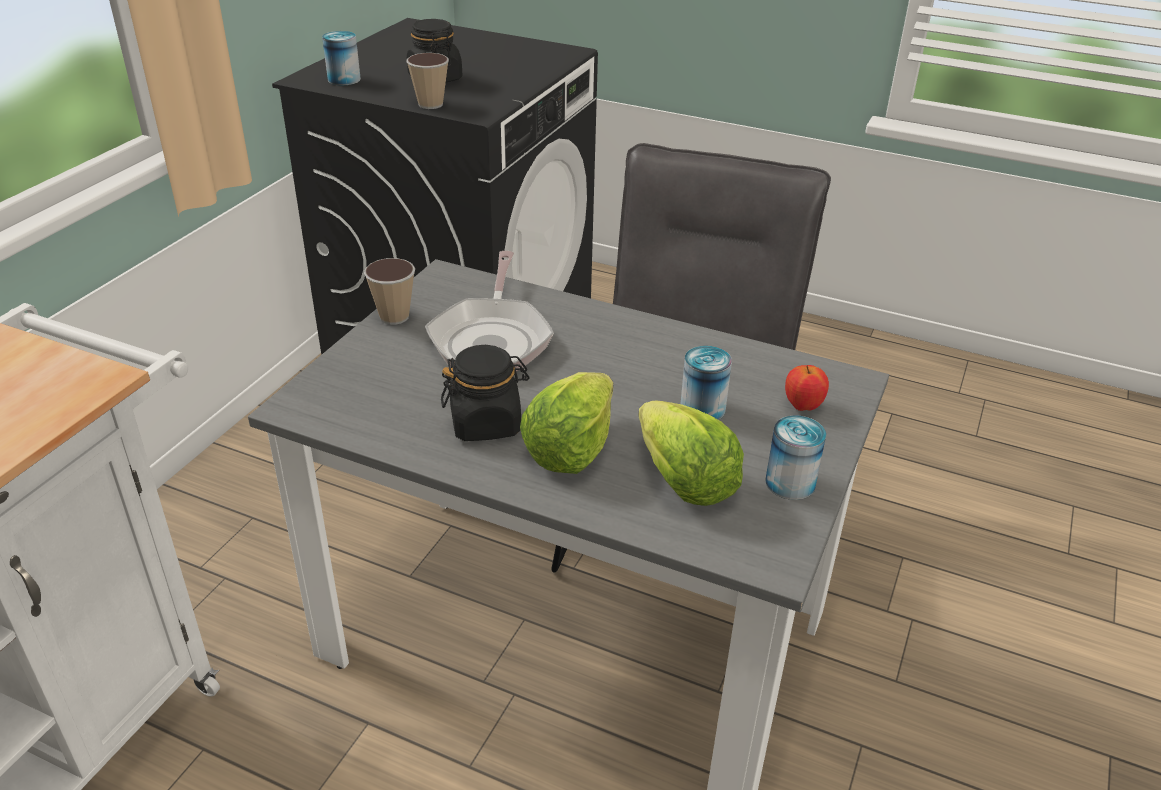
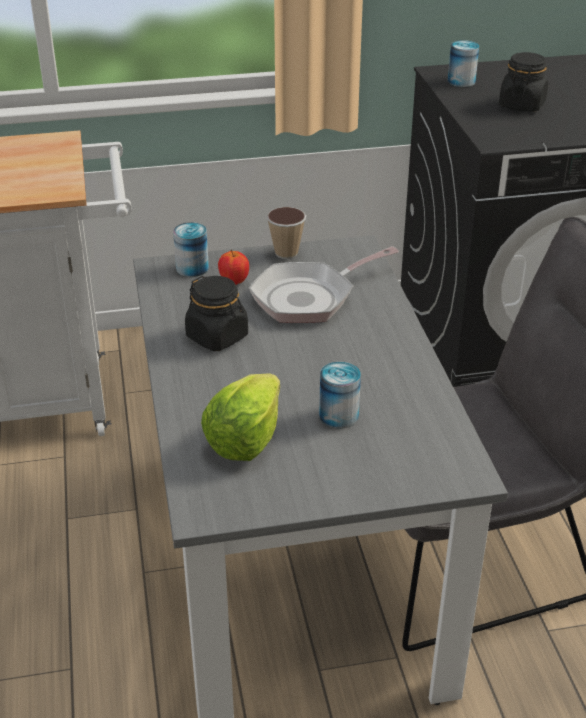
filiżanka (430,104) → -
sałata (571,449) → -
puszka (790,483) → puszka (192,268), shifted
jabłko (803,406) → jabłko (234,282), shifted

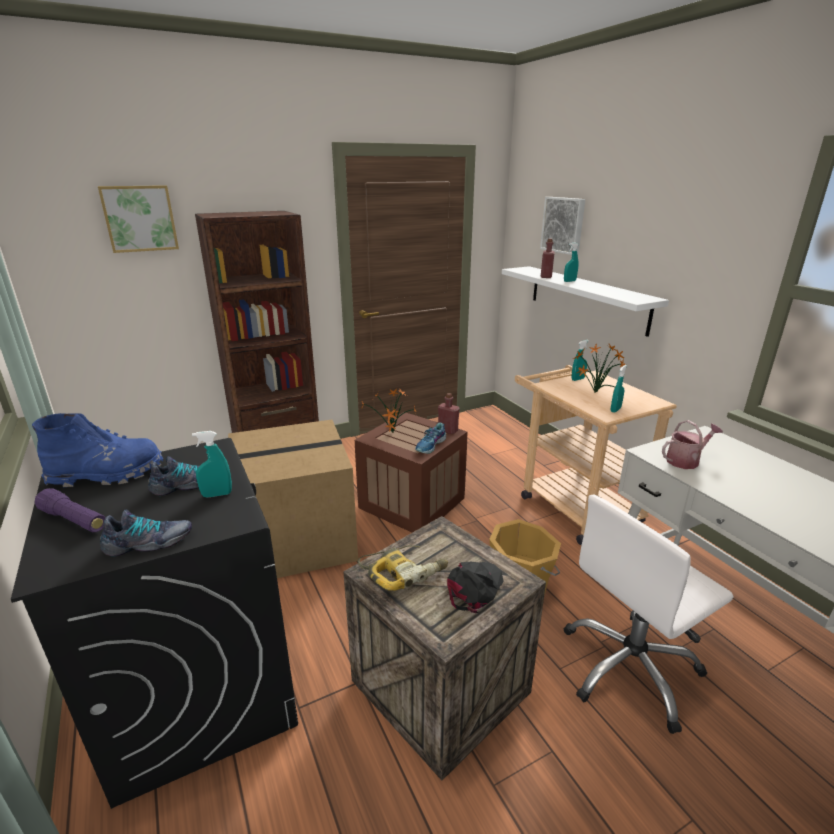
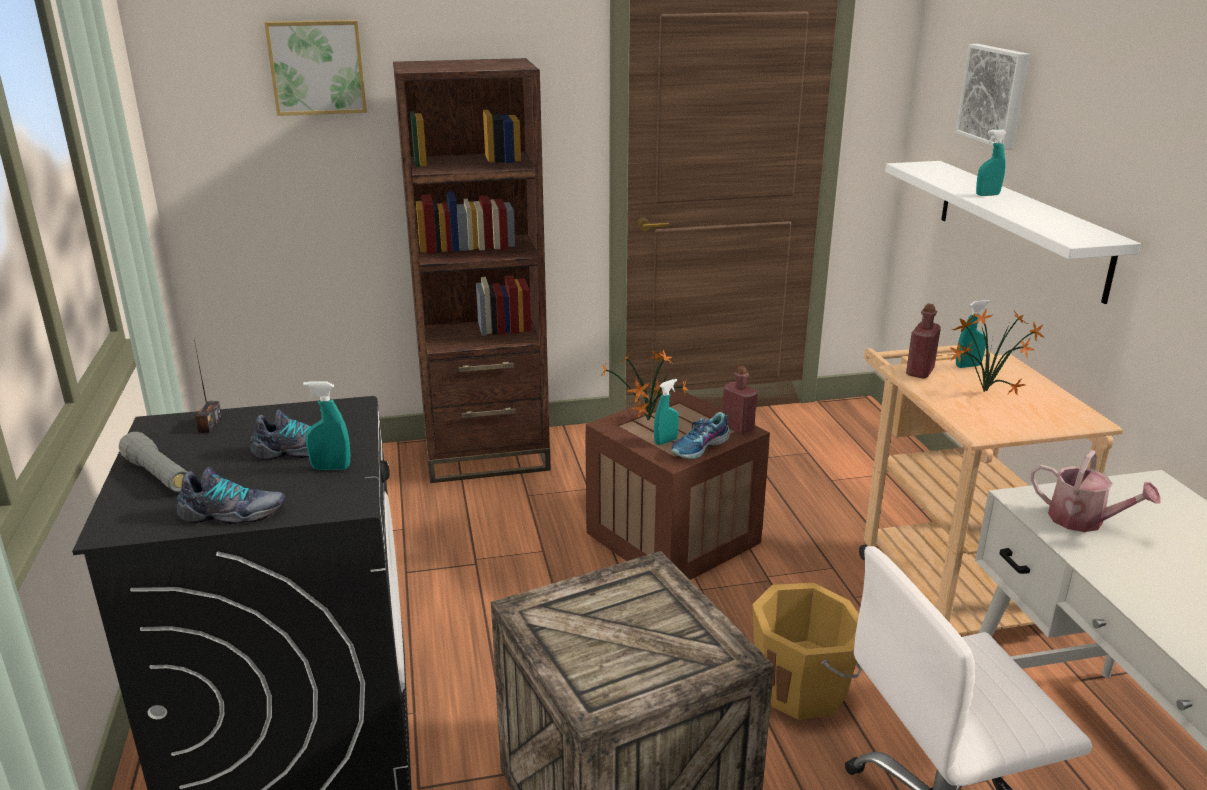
karton (295,540) → -
wiertarka (404,571) → -
czapka z daszkiem/czarny (474,588) → -
butelka/czerwony (546,276) → butelka/czerwony (919,372), shifted
spryskiwacz/turkusowy (615,410) → spryskiwacz/turkusowy (666,441), shifted
but z cholewką/niebieski (107,474) → radio (210,425)
latarka/fioletowy (74,520) → latarka/szary (158,475)
konewka (686,460) → konewka (1084,521), 45 degrees clockwise

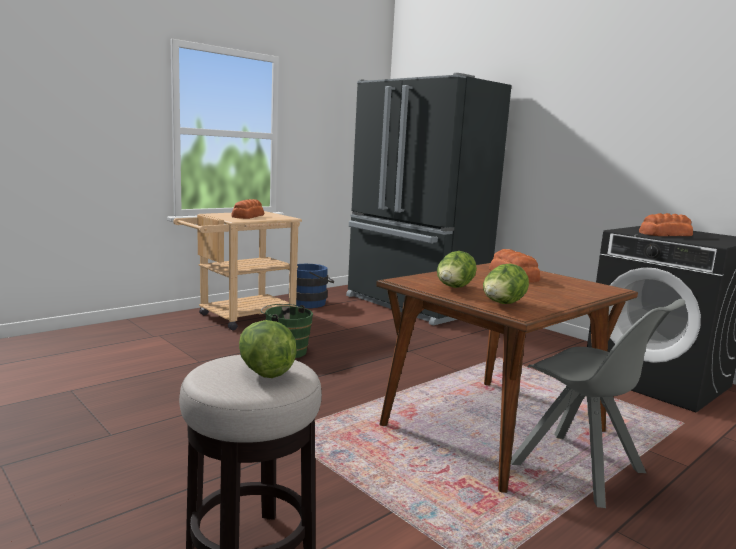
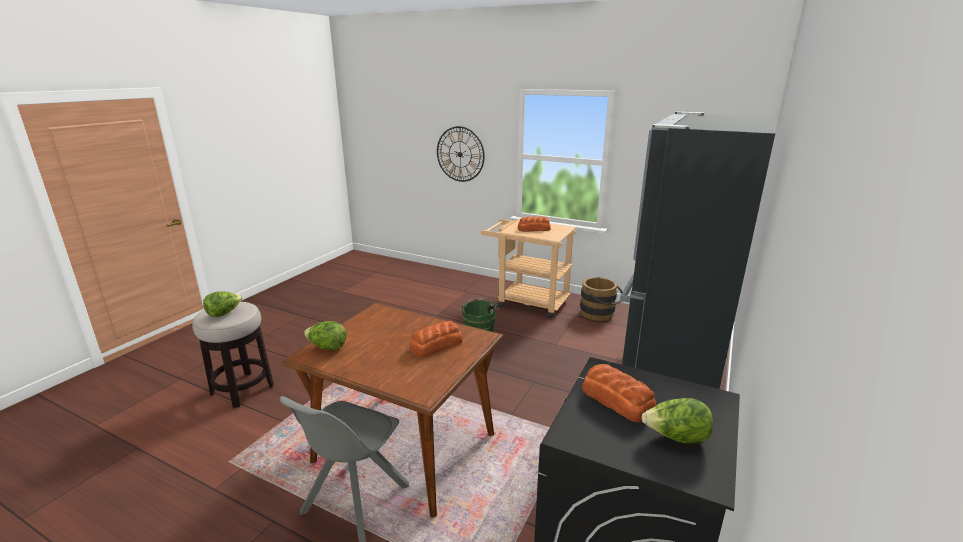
- → zegar ścienny (460,154)
sałata (454,288) → sałata (675,438), shifted
wiadro/niebieski (311,303) → wiadro/brązowy (599,314)

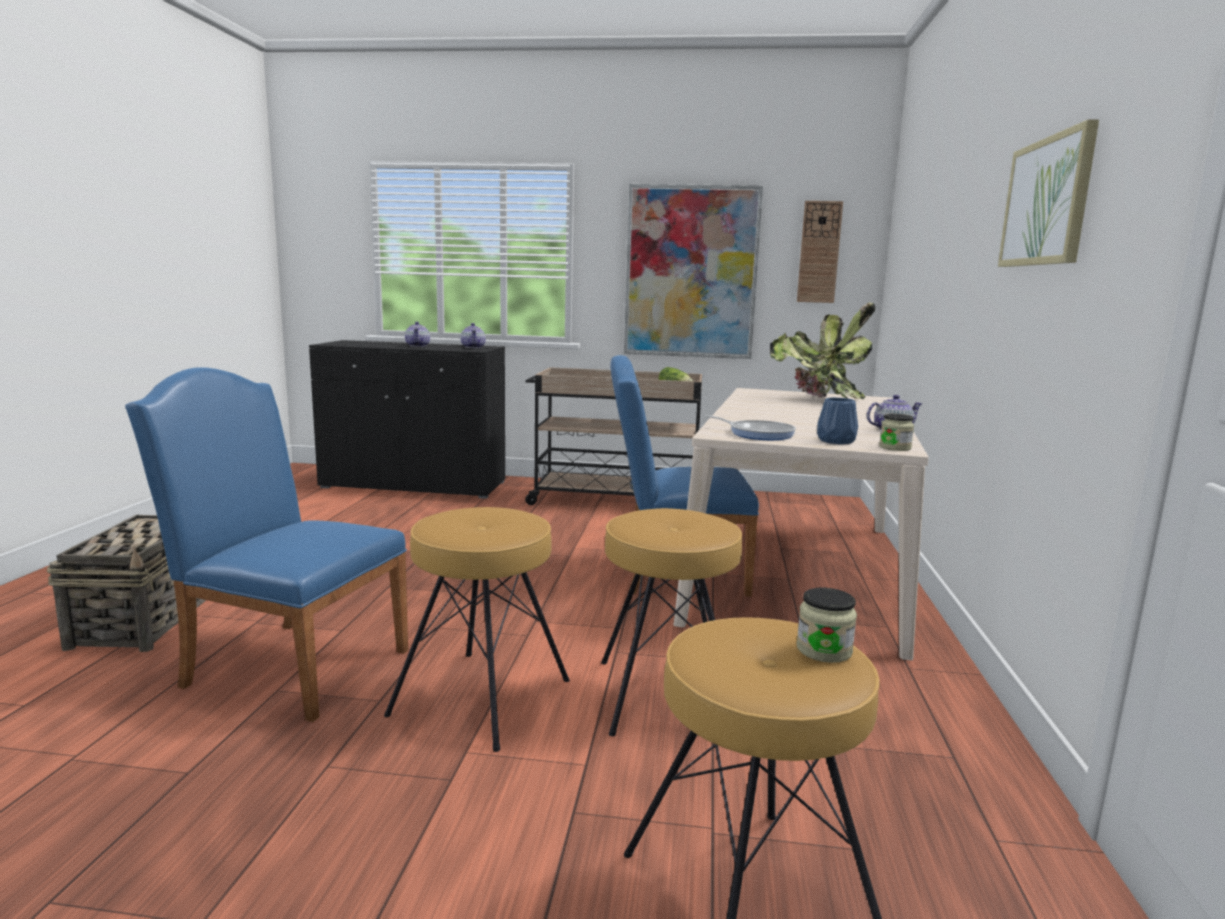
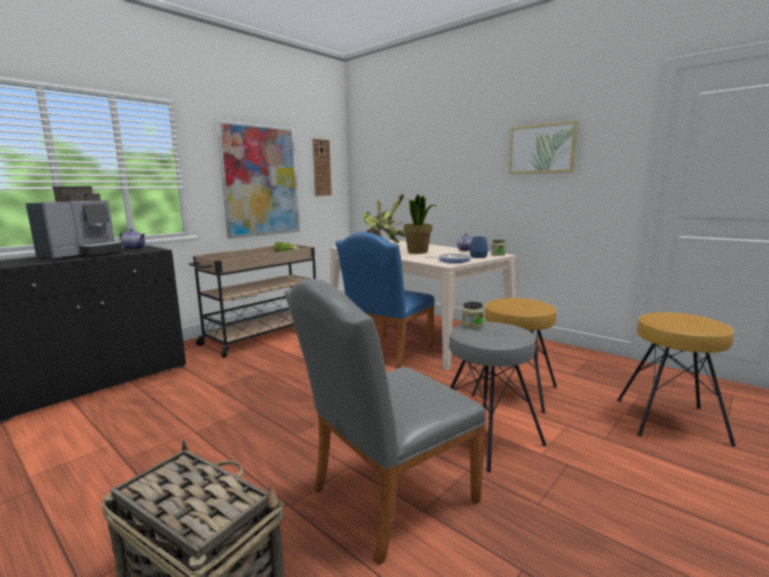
- → roślina doniczkowa (418,252)
słoik (824,650) → słoik (472,325), shifted
imbryk (418,346) → ekspres do kawy (83,255)
krzesło/niebieski (287,664) → krzesło/szary (385,499)
stołek/brązowy (482,697) → stołek/szary (486,436)

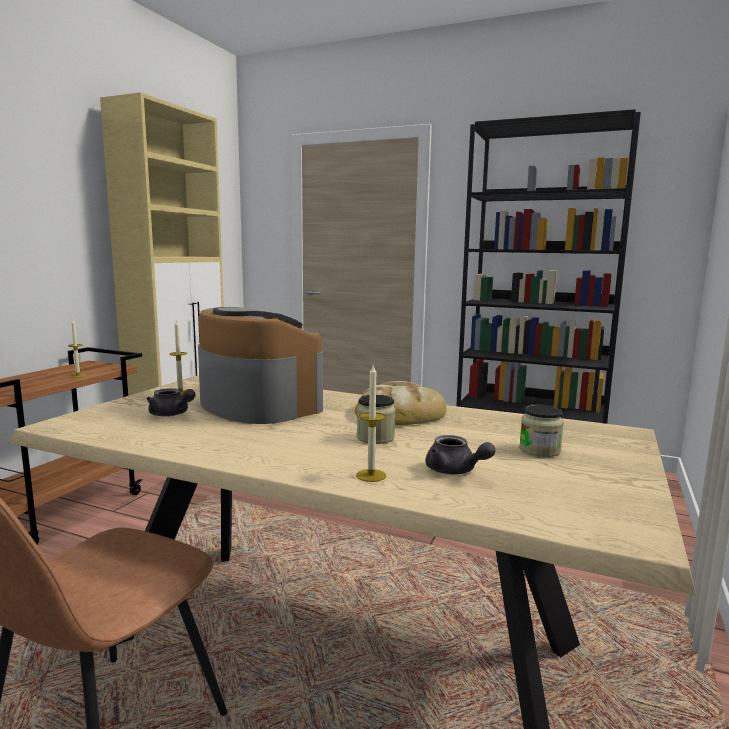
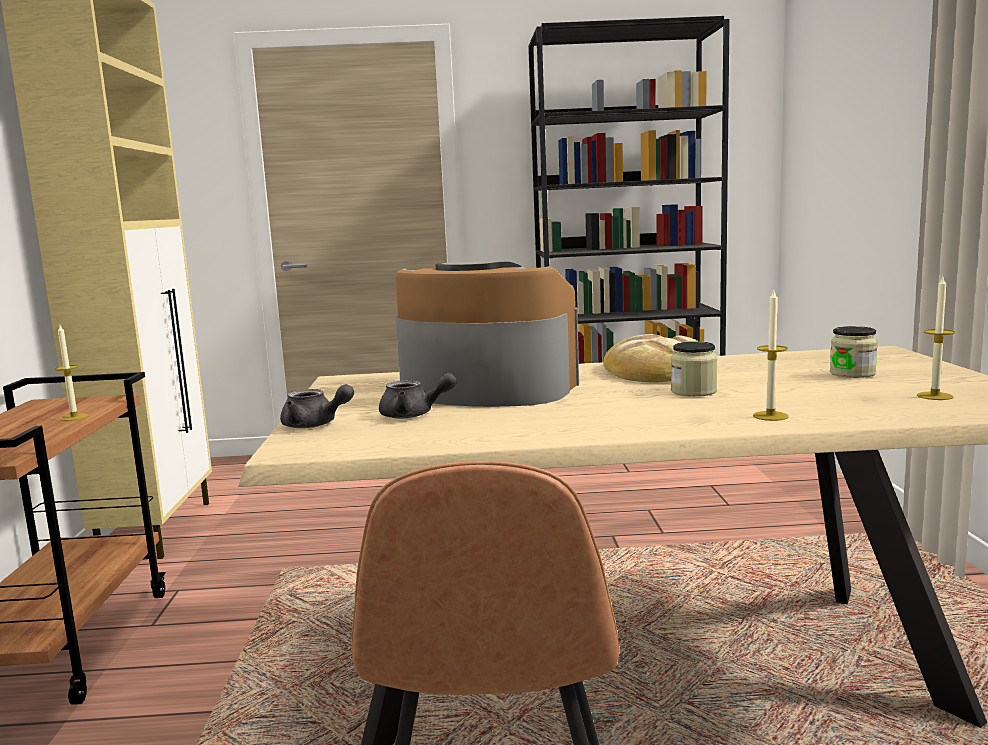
świeca (180,392) → świeca (934,396), shifted
imbryk/szary (455,471) → imbryk/szary (315,425), shifted

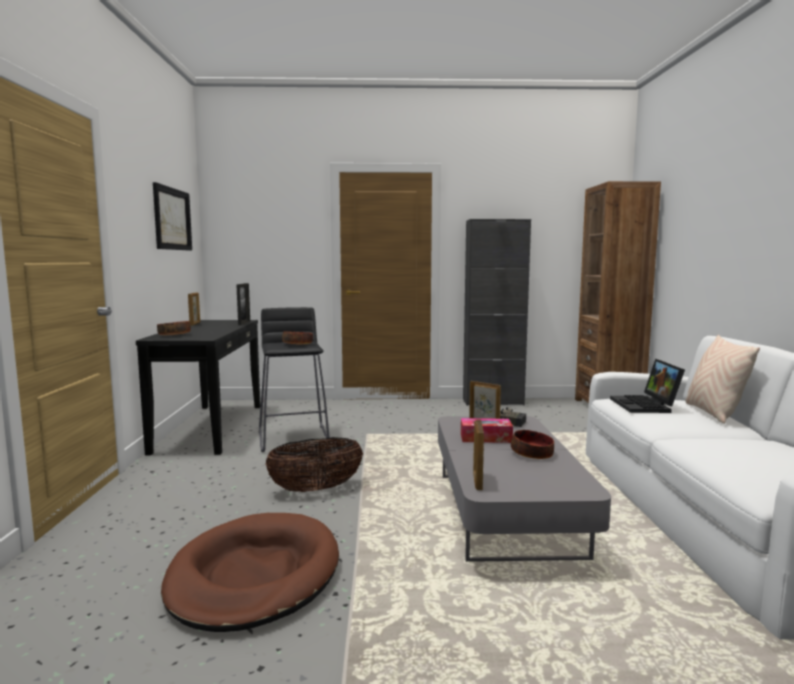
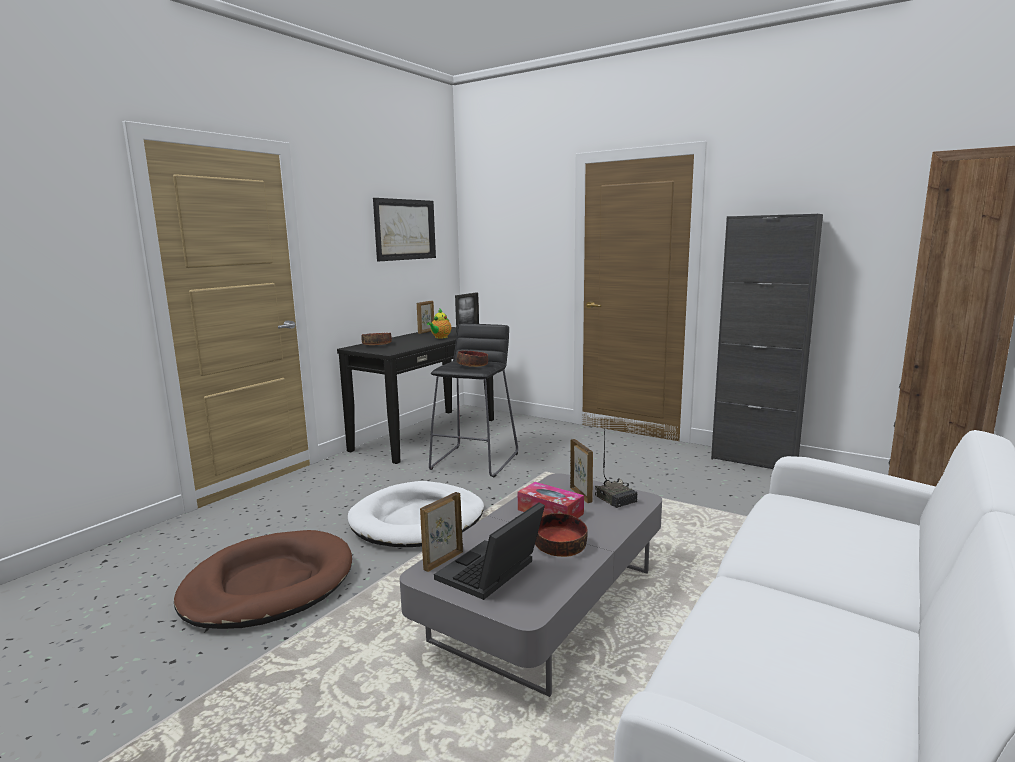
poduszka/beżowy (714,413) → -
- → imbryk (440,337)
laptop (646,406) → laptop (491,574), shifted
koszyk (316,489) → legowisko/biały (418,520)

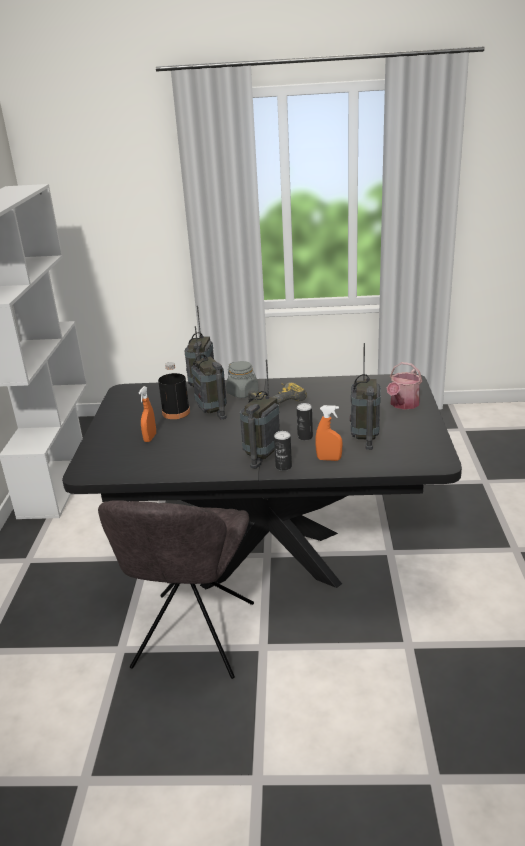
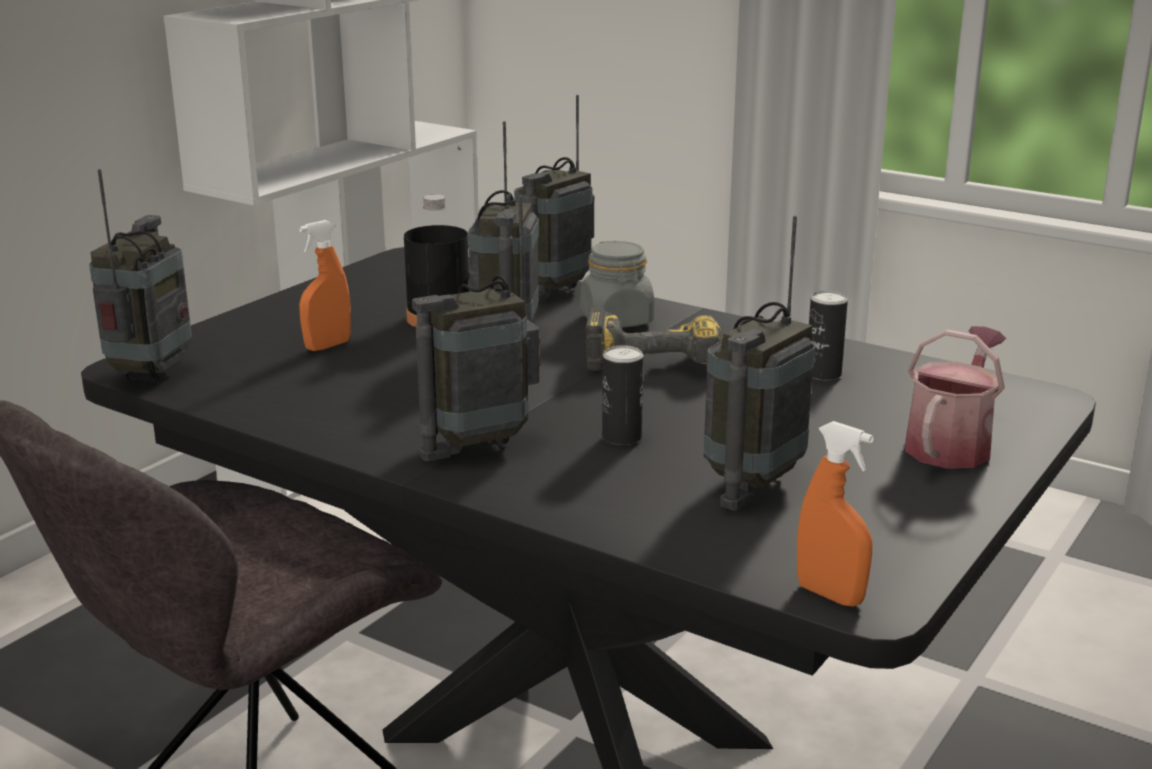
- → radio (152,374)
puszka (283,467) → puszka (823,374), shifted
spryskiwacz/pomarańczowy (329,459) → spryskiwacz/pomarańczowy (830,595), shifted
konewka (403,404) → konewka (951,444), 150 degrees clockwise

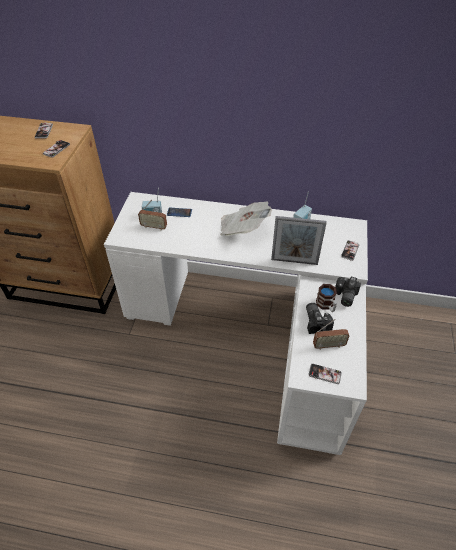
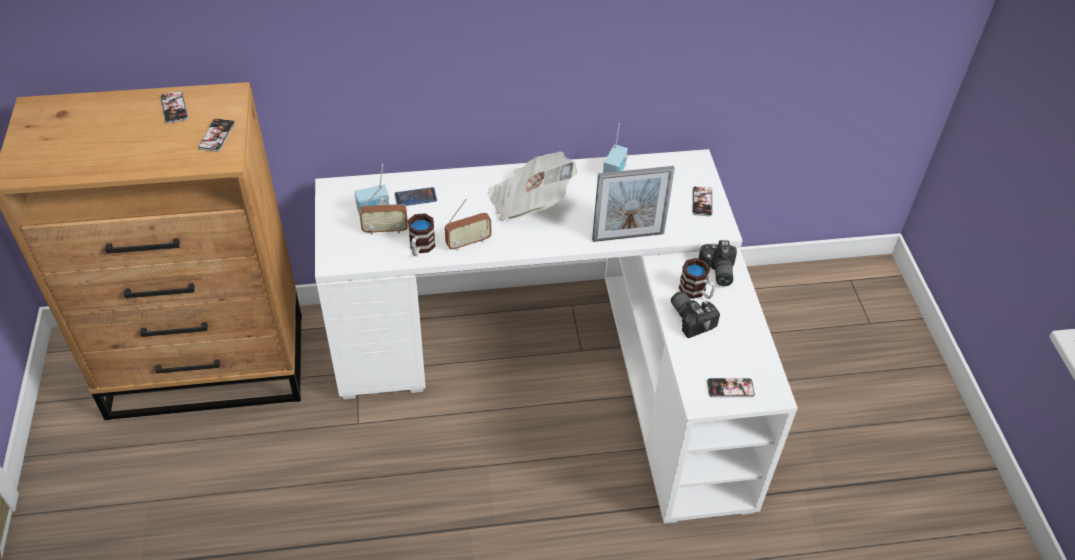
- → kubek (420,248)
radio (328,345) → radio (468,243), shifted

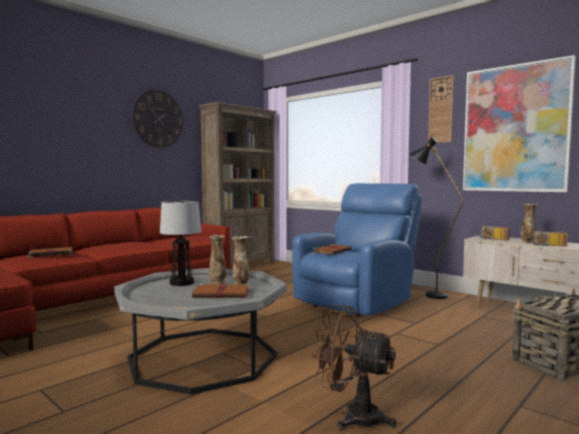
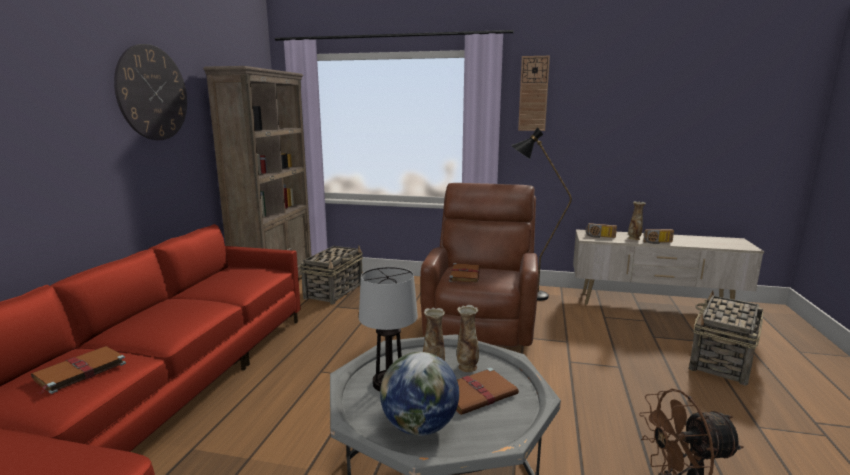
obraz (514,128) → -
- → koszyk (334,291)
- → globus (419,427)
fotel/niebieski (357,302) → fotel/brązowy (481,323)

